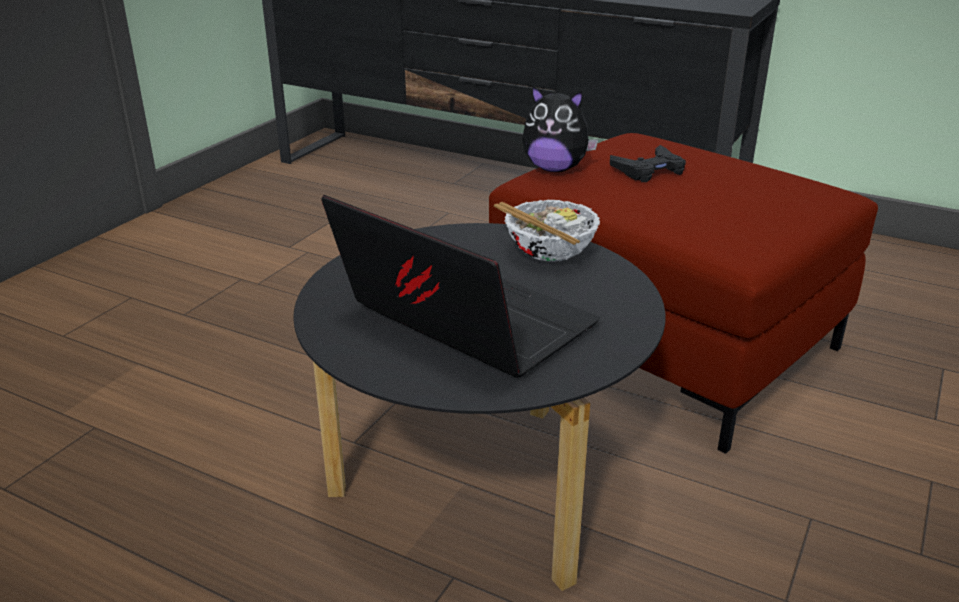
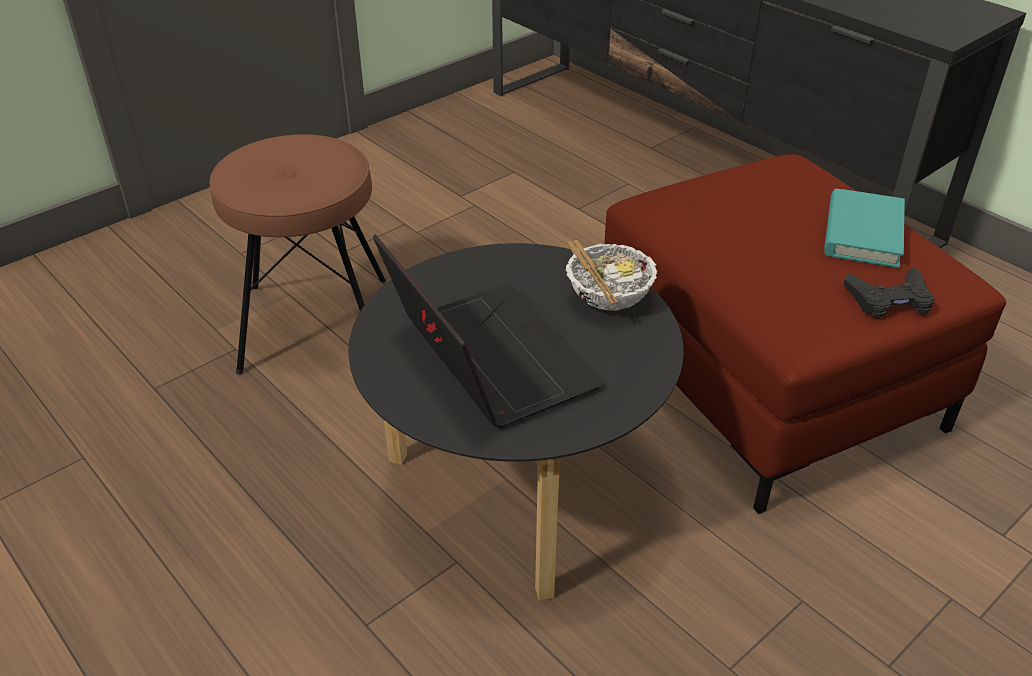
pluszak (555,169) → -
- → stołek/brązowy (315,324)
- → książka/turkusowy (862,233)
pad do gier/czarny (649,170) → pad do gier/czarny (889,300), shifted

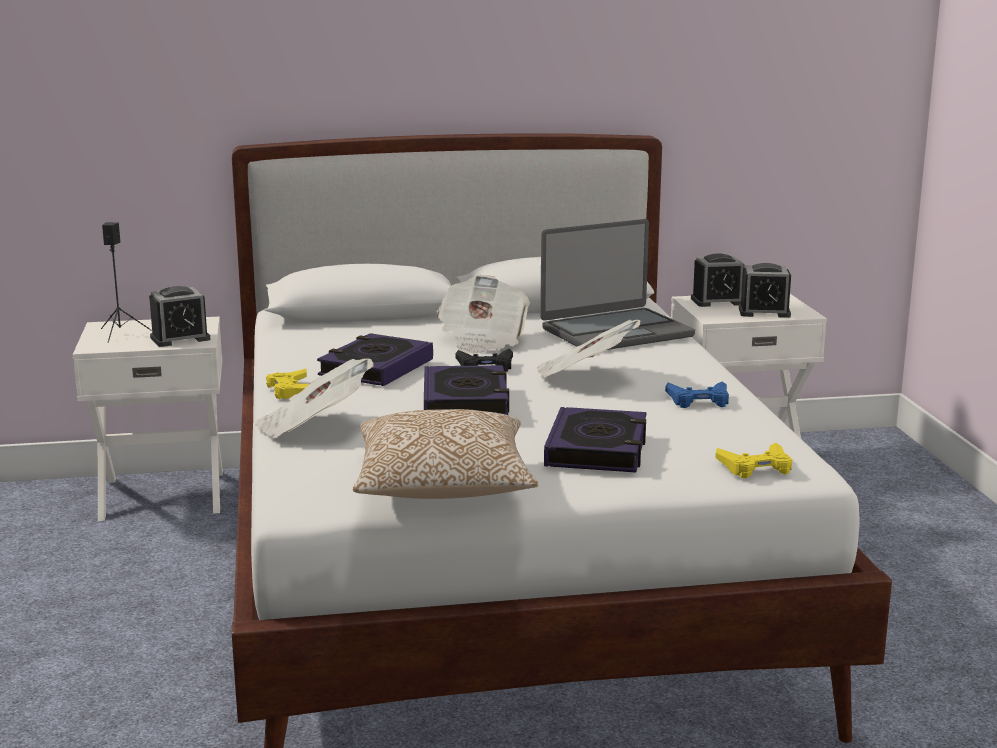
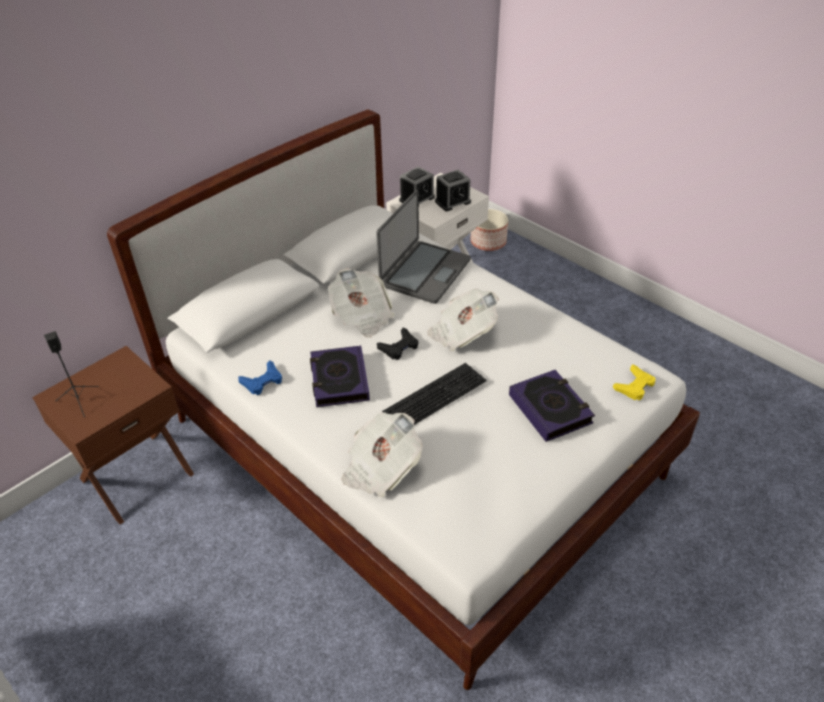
budzik (180,338) → -
pad do gier/żółty (292,390) → -
poduszka (443,487) → -
- → donica (488,242)
pad do gier/niebieski (699,400) → pad do gier/niebieski (262,381), shifted
książka (465,401) → klawiatura (434,394)
szafka nocna/biały (163,494) → szafka nocna/brązowy (136,475)

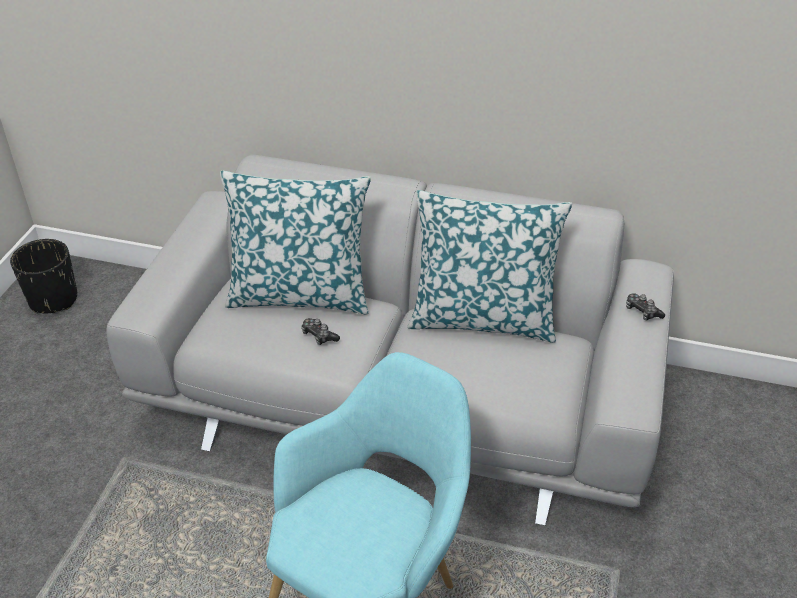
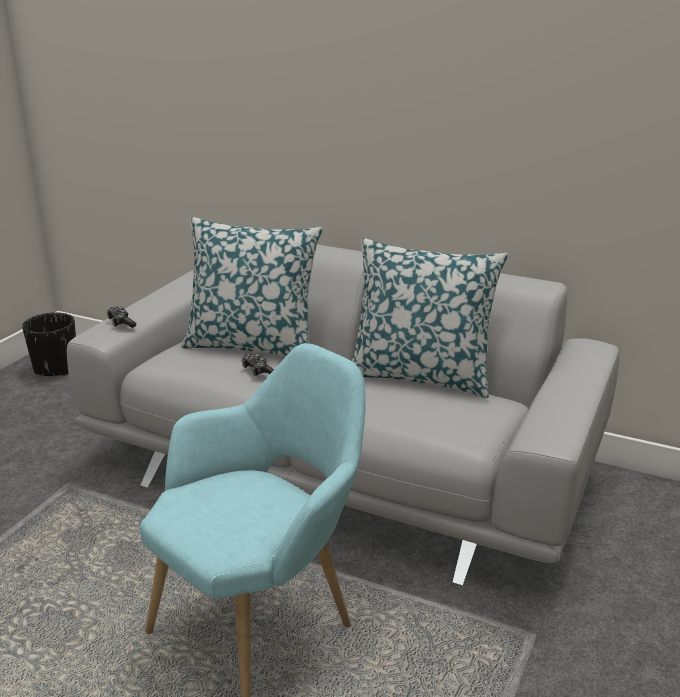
pad do gier (642,312) → pad do gier (121,323), shifted

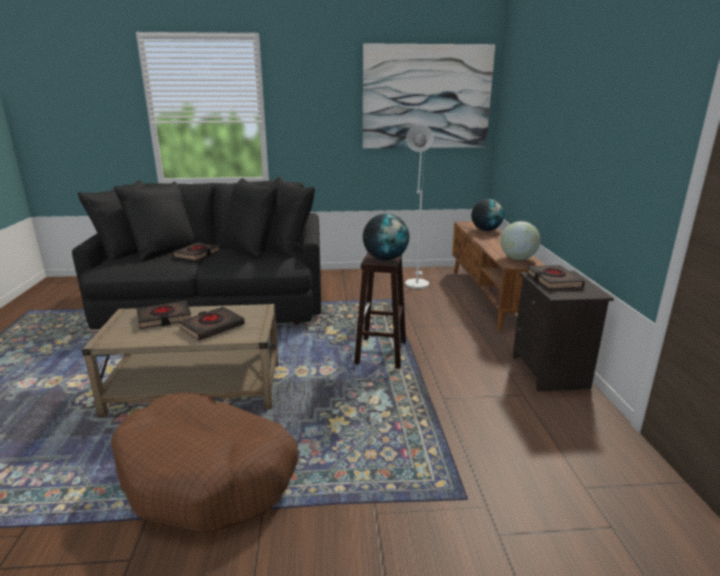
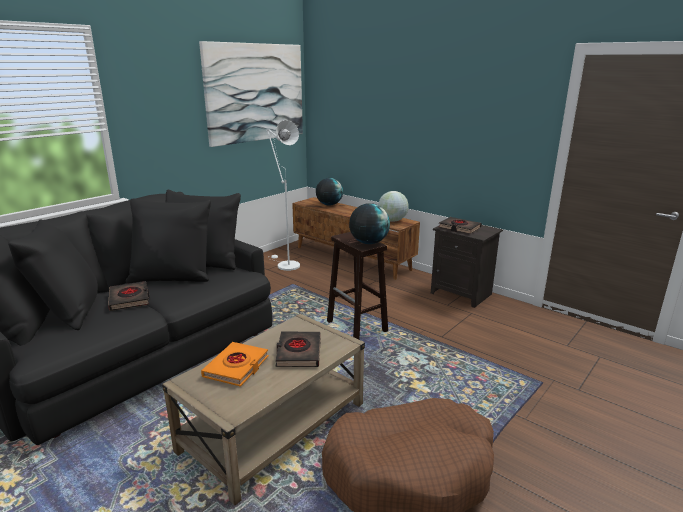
książka/czarny (164,318) → książka/pomarańczowy (236,367)

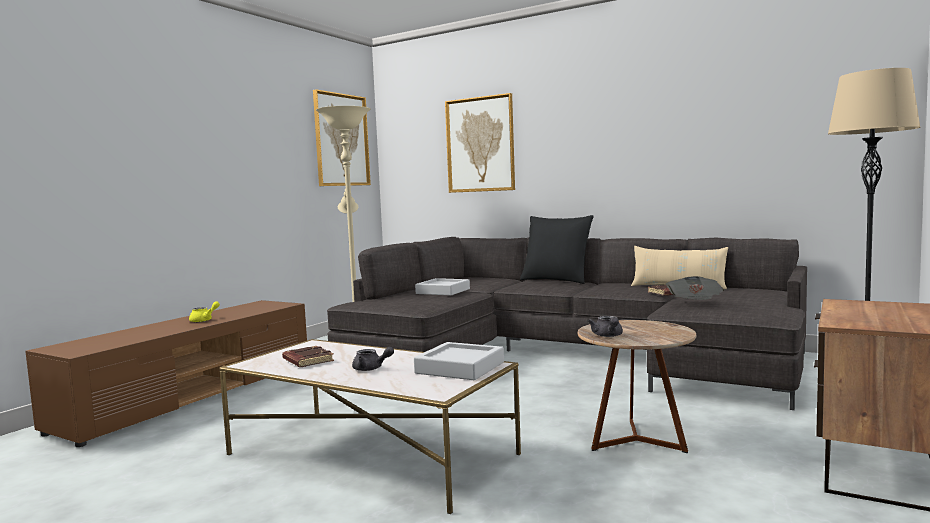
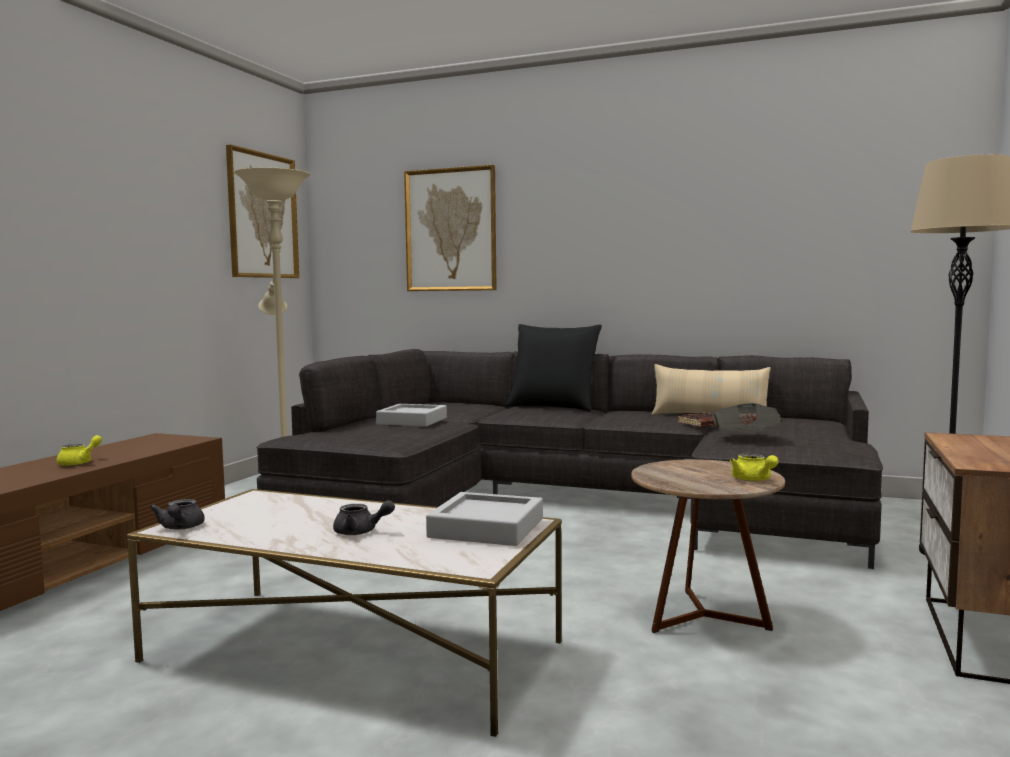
książka/brązowy (307,361) → -
- → imbryk/żółty (753,480)
imbryk/szary (608,336) → imbryk/szary (180,528), shifted

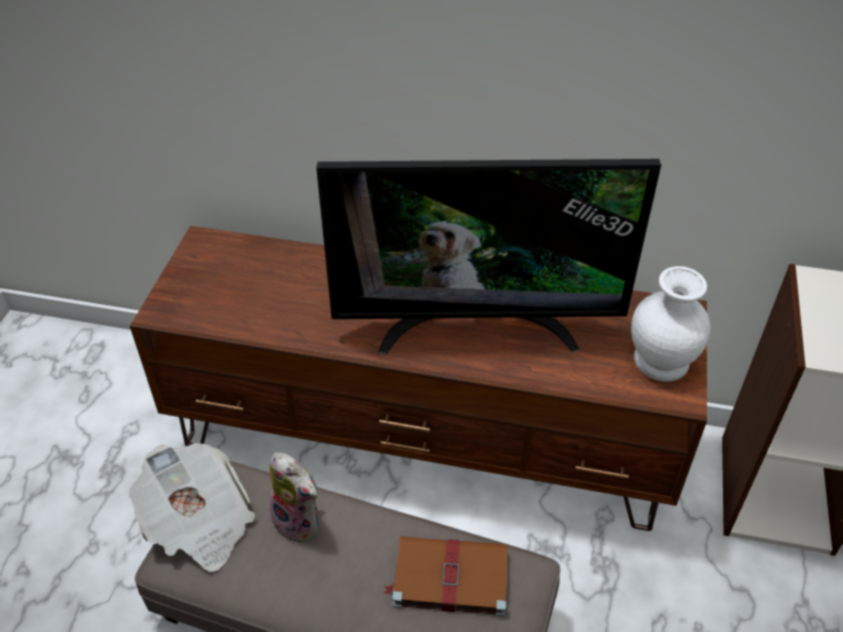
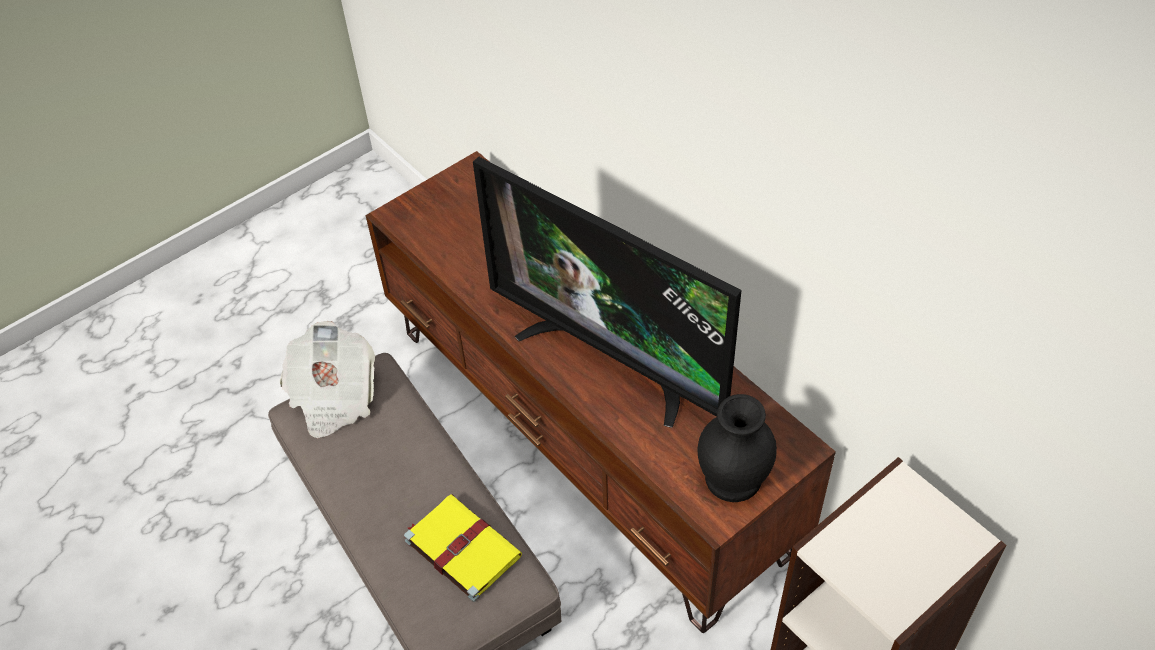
pluszak (300,521) → -
książka/brązowy (448,577) → książka/żółty (461,547)
wazon/biały (661,358) → wazon/czarny (734,476)

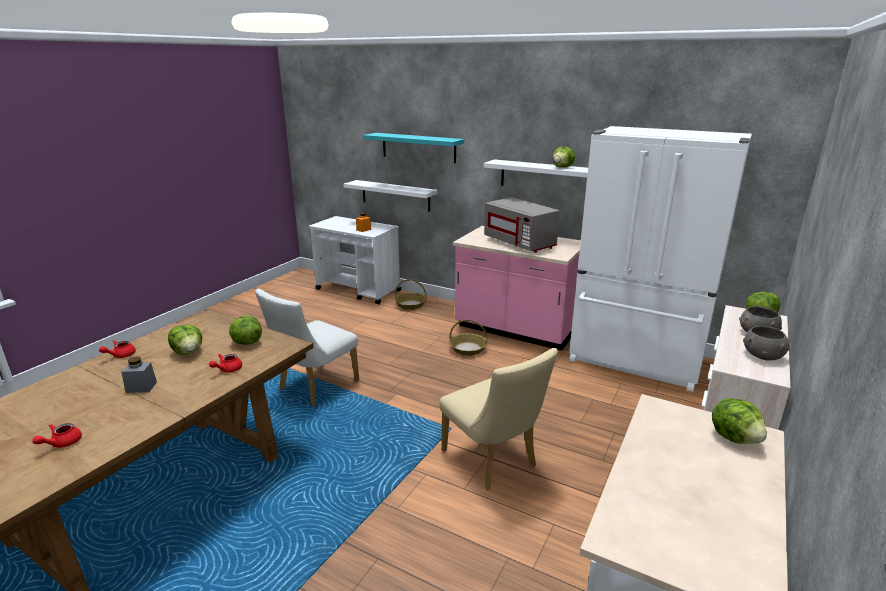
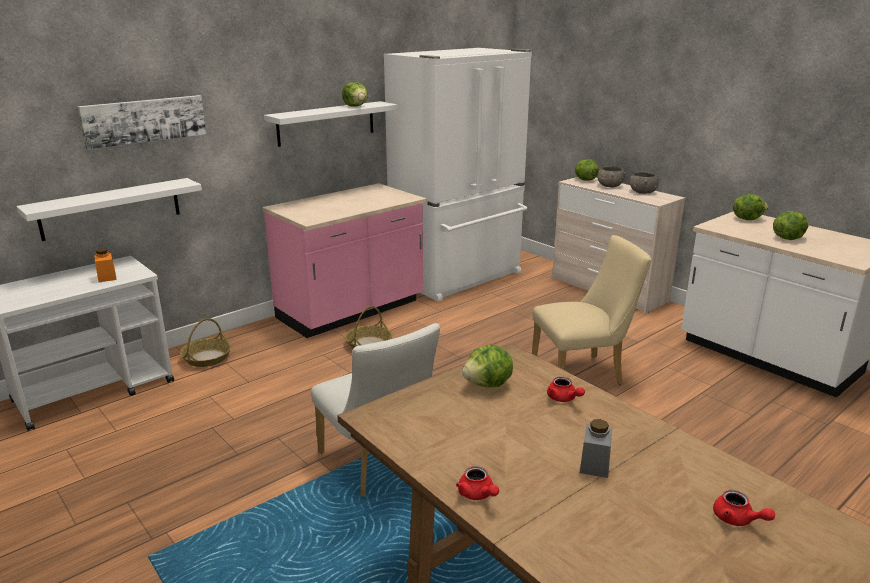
mikrofalówka/szary (520,243) → -
sałata (188,352) → sałata (787,238), shifted
półka/turkusowy (418,147) → obraz (144,120)

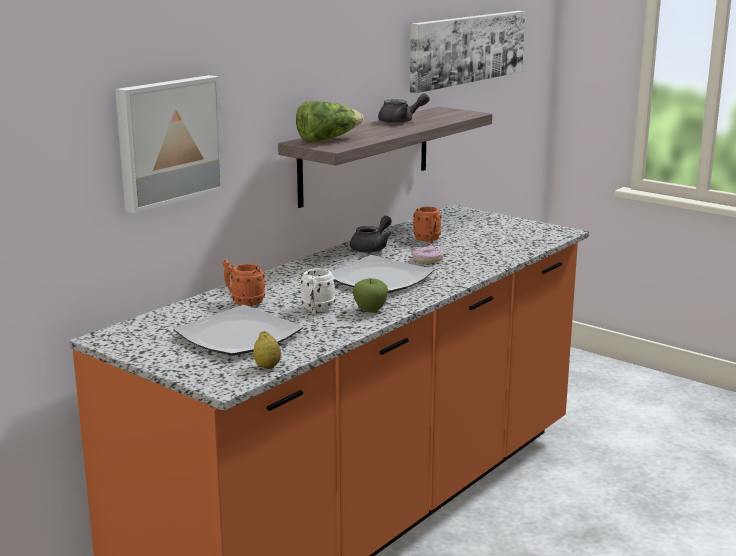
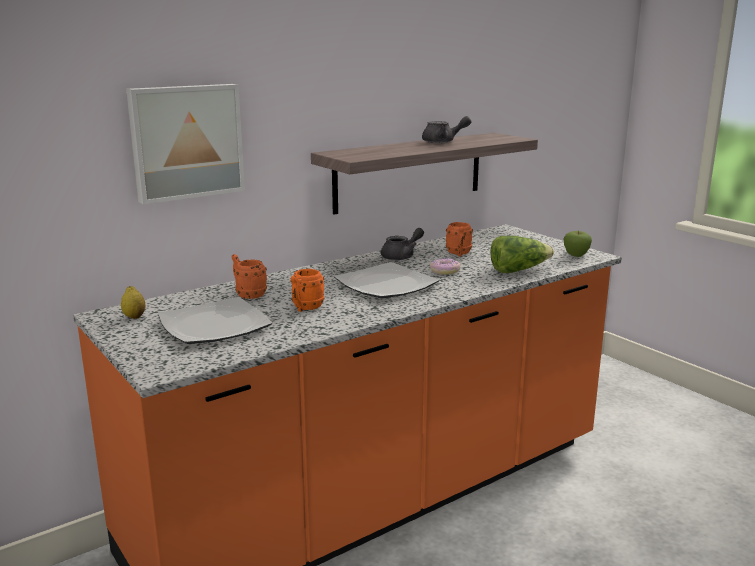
obraz (466,49) → -
cytryna (267,367) → cytryna (134,317), shifted
sałata (327,140) → sałata (518,270), shifted
jabłko (370,310) → jabłko (576,255), shifted
kubek/biały (316,310) → kubek/pomarańczowy (305,308)

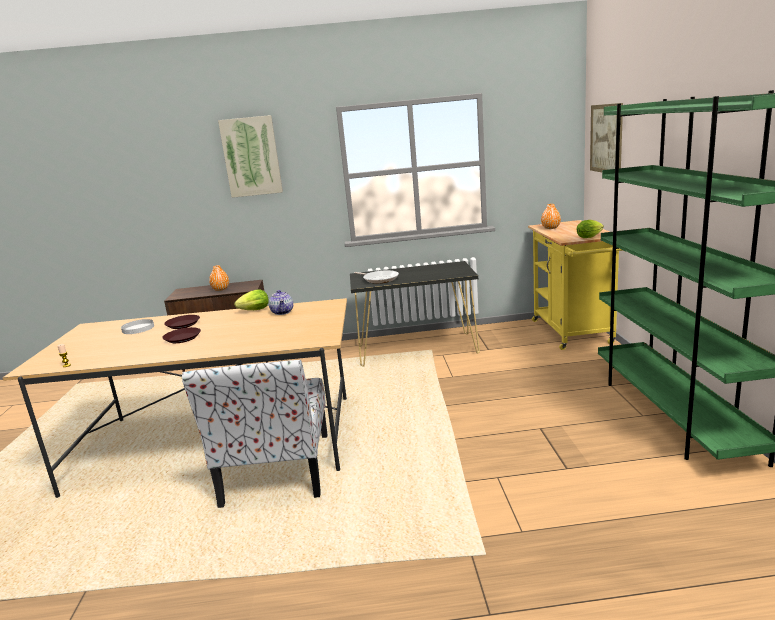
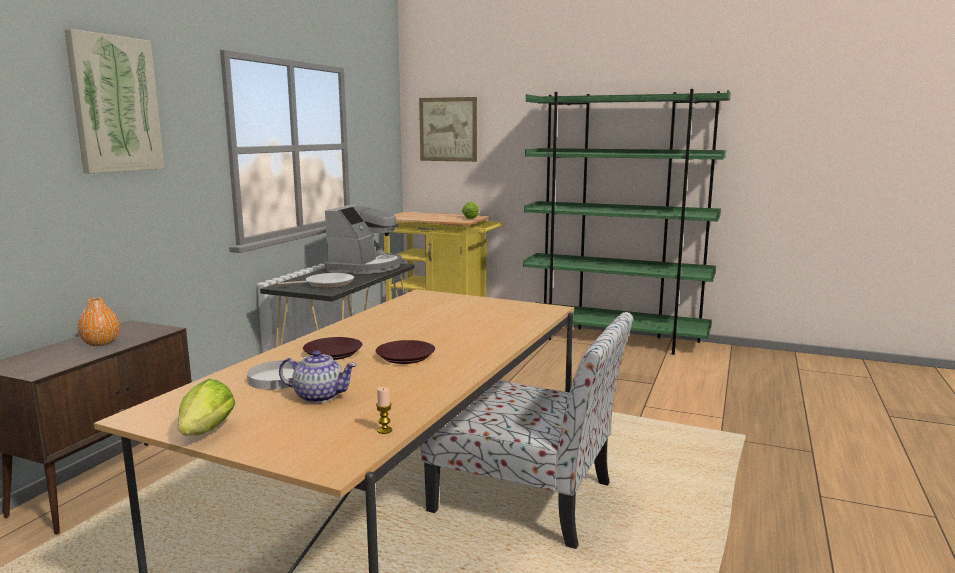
wazon/pomarańczowy (550,228) → -
- → ekspres do kawy (365,267)
sałata (253,311) → sałata (204,434), shifted
imbryk (282,312) → imbryk (318,396), shifted

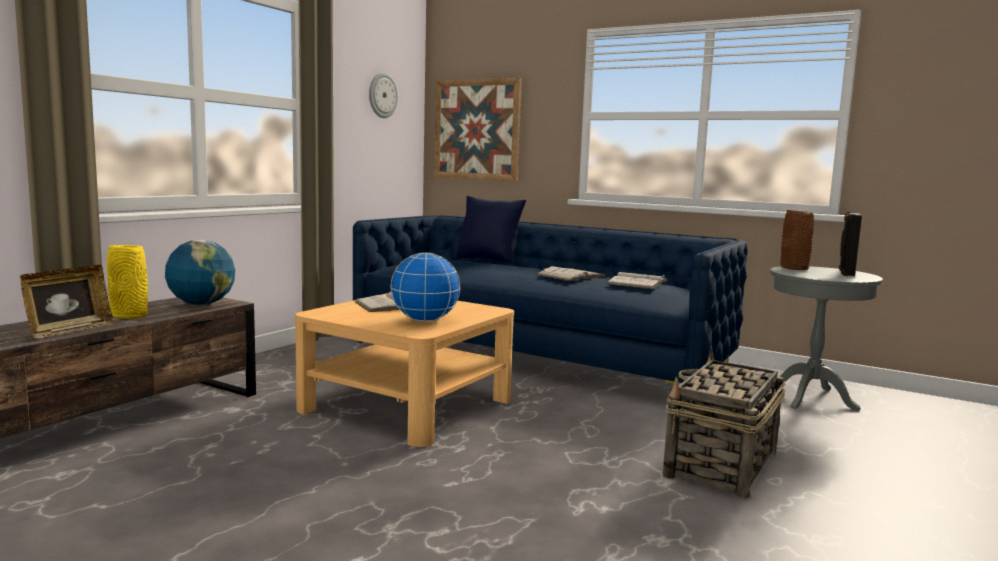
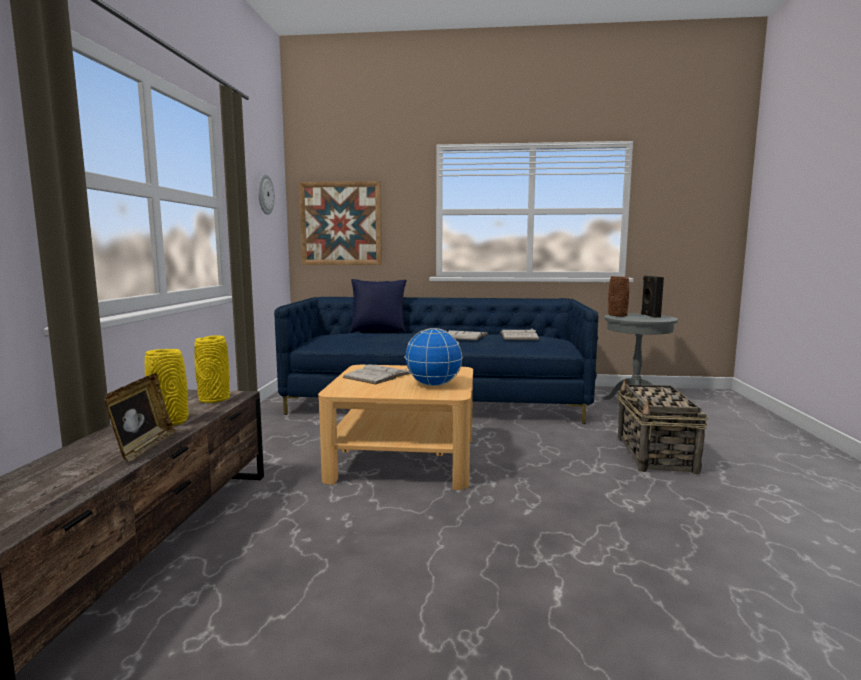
globus (201,304) → wazon/żółty (214,399)

